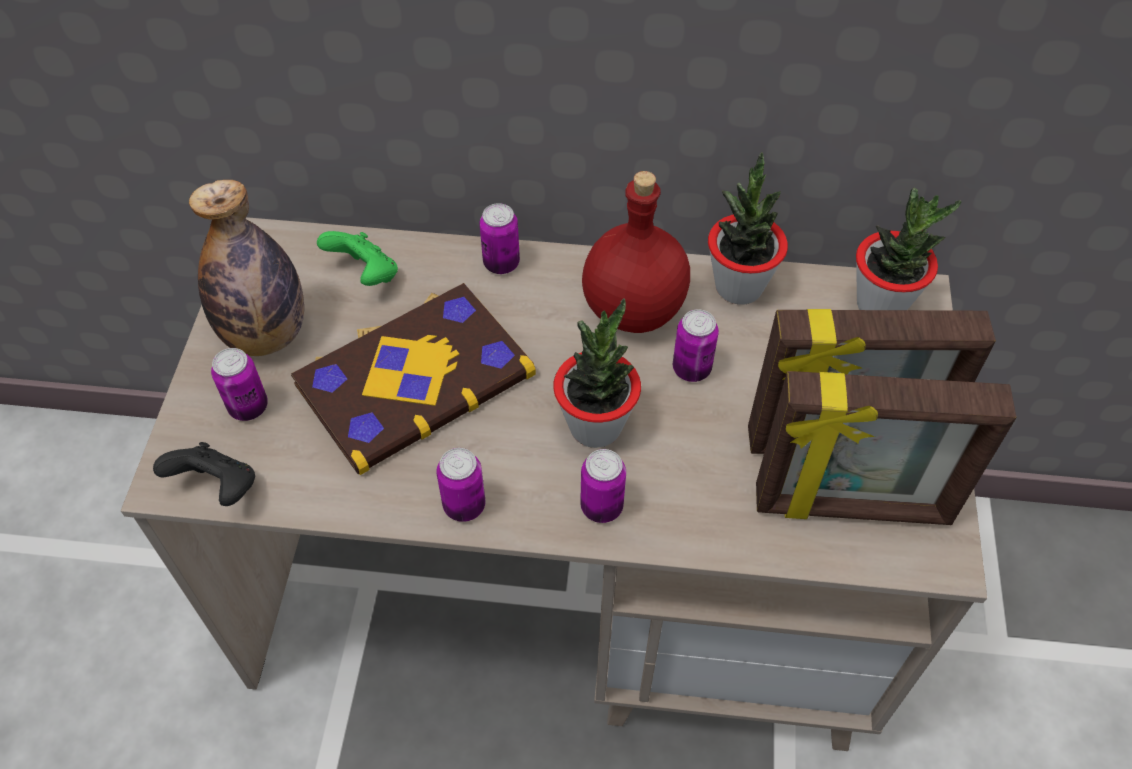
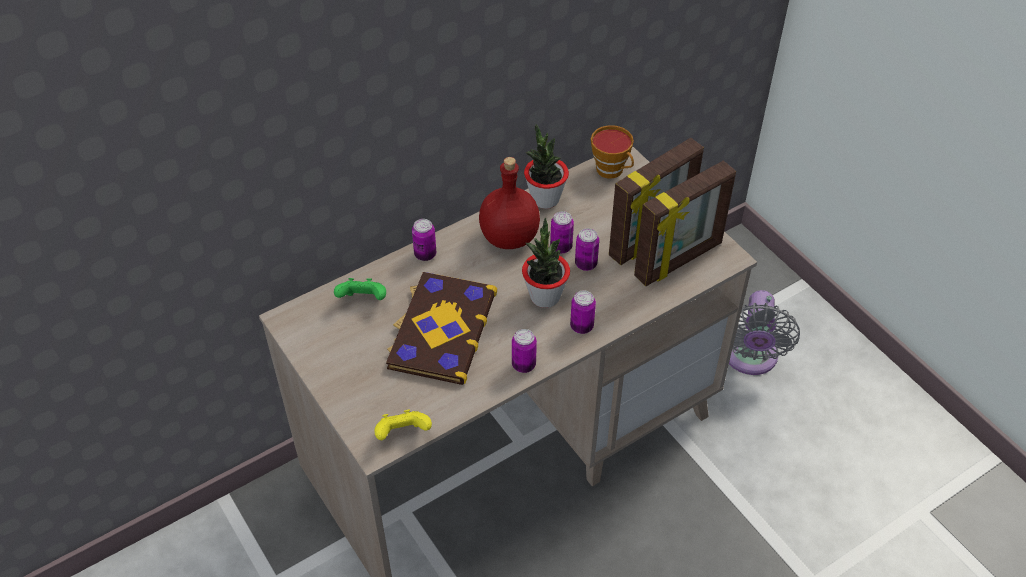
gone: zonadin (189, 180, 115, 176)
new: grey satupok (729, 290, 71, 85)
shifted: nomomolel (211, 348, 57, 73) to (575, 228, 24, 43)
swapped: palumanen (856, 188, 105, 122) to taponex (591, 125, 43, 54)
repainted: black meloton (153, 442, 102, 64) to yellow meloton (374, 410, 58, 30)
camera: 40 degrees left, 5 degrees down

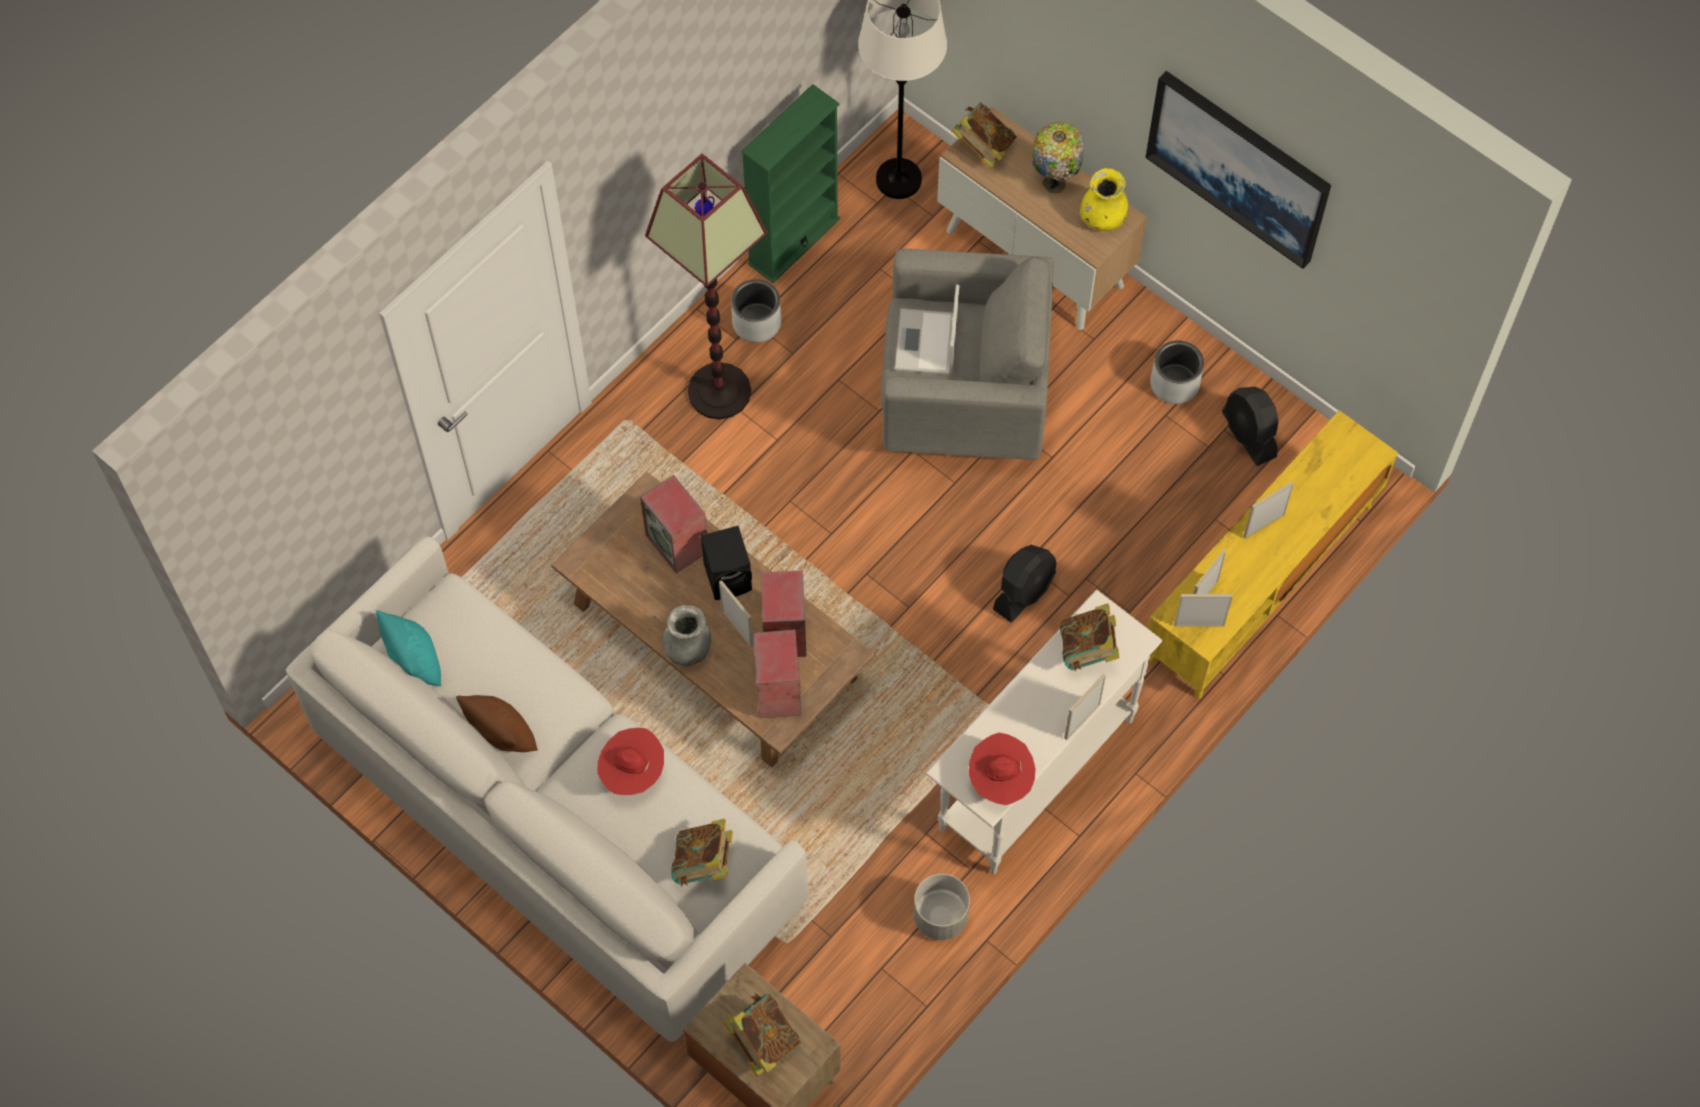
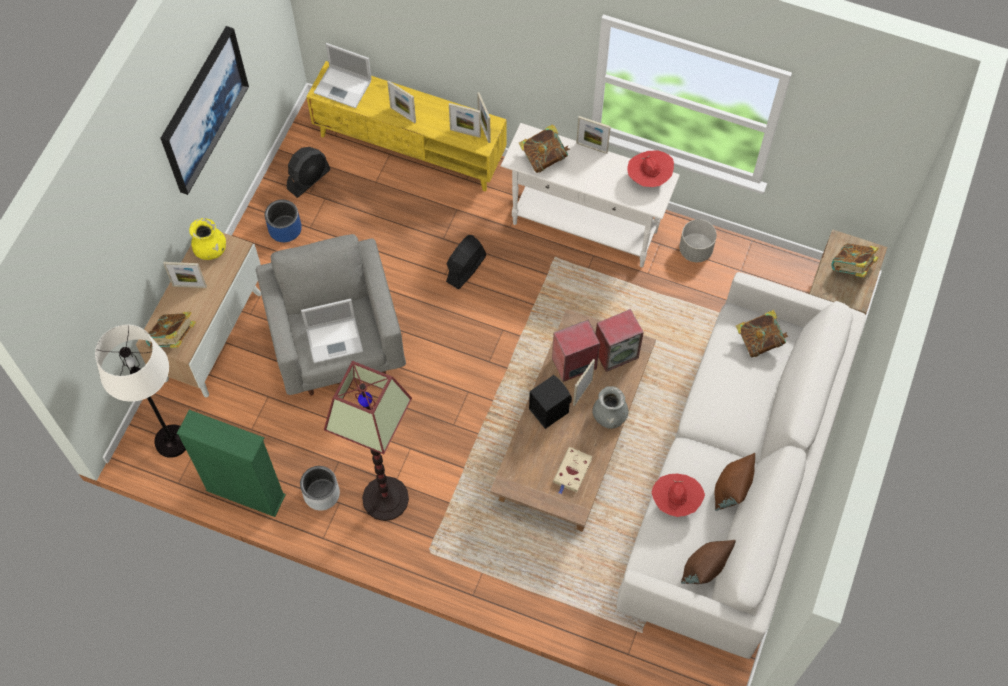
gone: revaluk (640, 475, 67, 98)
new: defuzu (314, 43, 58, 65); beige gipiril (553, 447, 40, 47)
shifted: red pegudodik (597, 728, 67, 67) to (652, 474, 53, 43)
swapped: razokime (1032, 122, 52, 71) to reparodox (163, 262, 44, 26)
repainted: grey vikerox (1150, 341, 54, 63) to blue vikerox (265, 199, 37, 43); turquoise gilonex (376, 610, 65, 77) to brown gilonex (681, 540, 55, 44)
rotated: black satupok (993, 545, 64, 78) = (446, 235, 40, 54) 75 degrees counterclockwise
camera: 110 degrees left, 0 degrees up

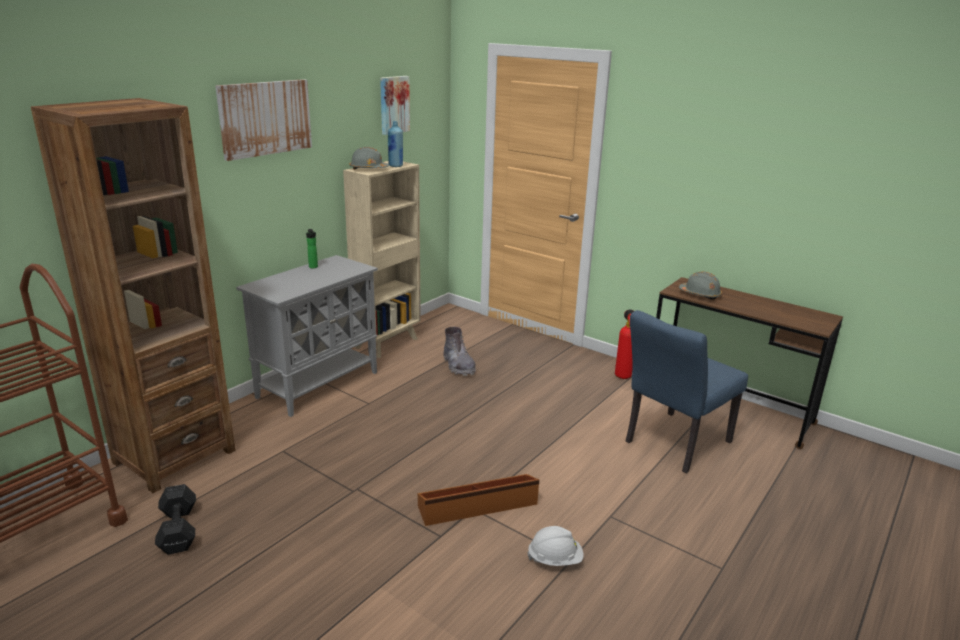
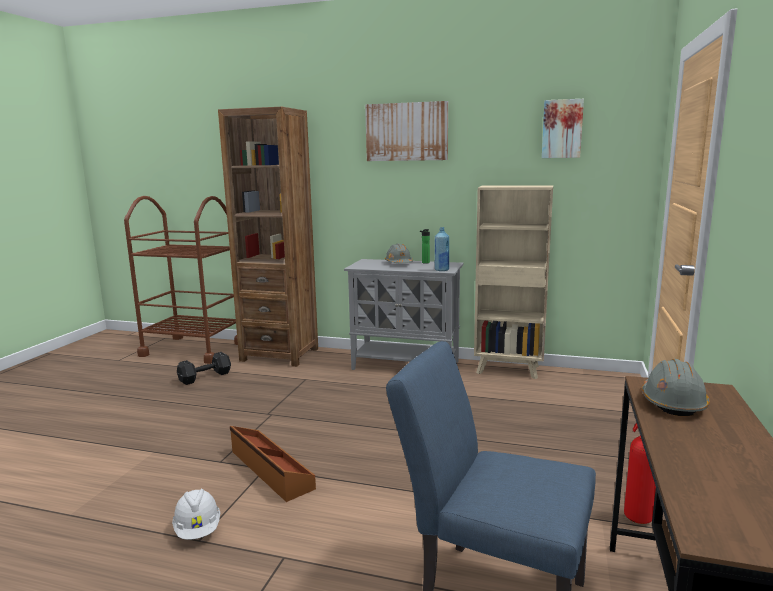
gone: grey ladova (443, 327, 33, 49)
shifted: blue zonadin (388, 121, 15, 46) to (435, 227, 14, 44); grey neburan (349, 147, 40, 22) to (385, 243, 28, 20)
camera: 70 degrees right, 10 degrees down

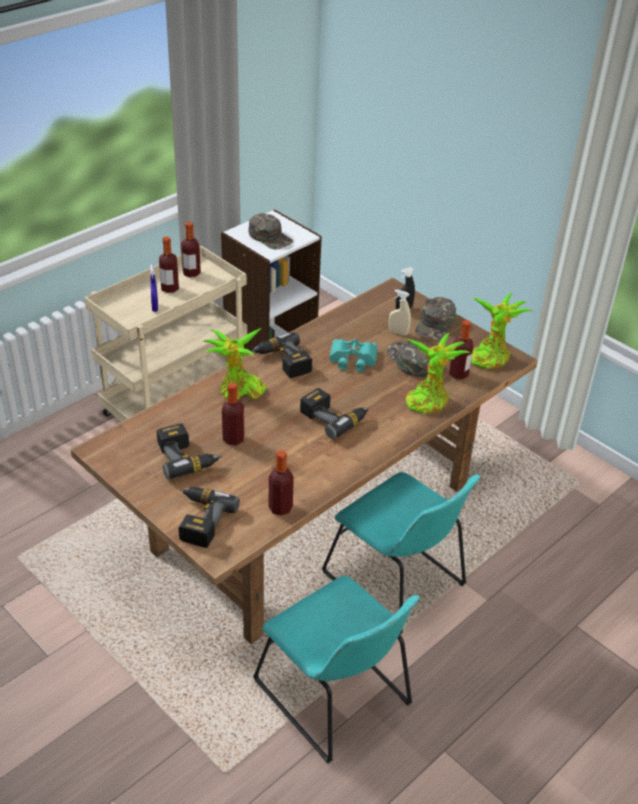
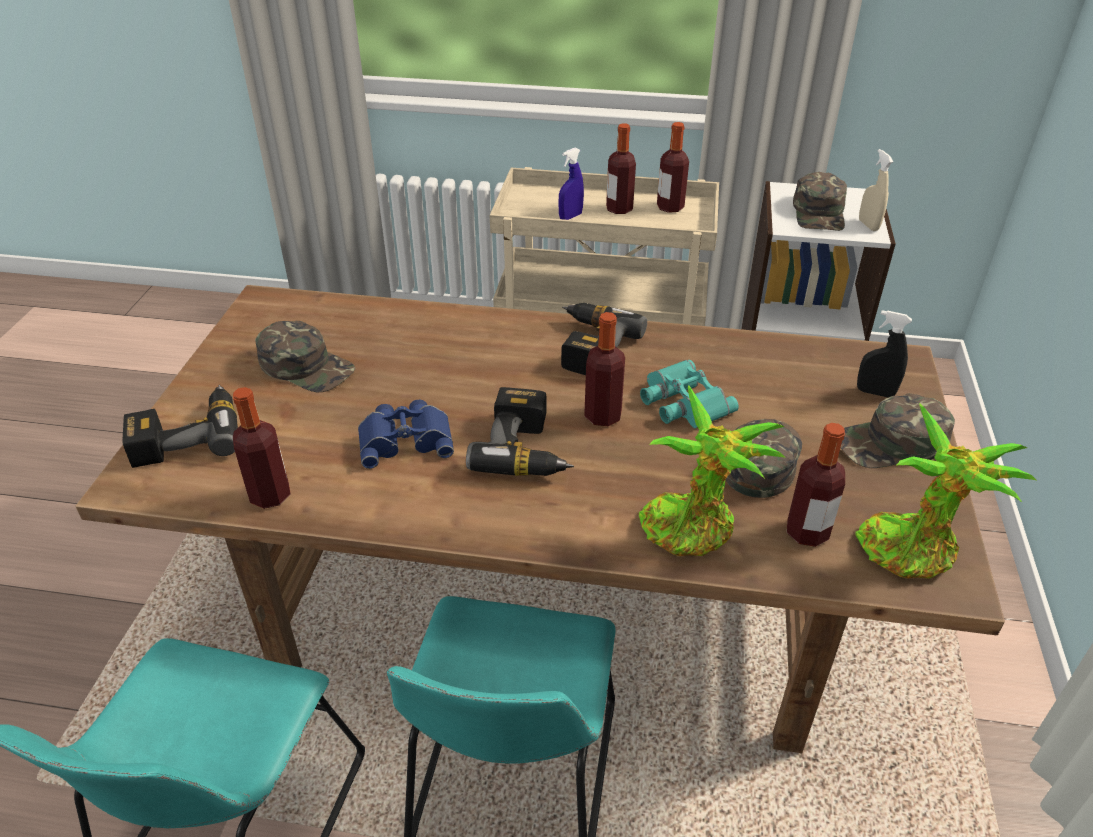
gone: palumanen (203, 328, 64, 72)
new: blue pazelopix (358, 400, 96, 69)
shifted: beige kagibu (389, 290, 22, 45) to (859, 149, 34, 82); zonadin (222, 383, 22, 62) to (584, 312, 41, 114)
swapped: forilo (157, 424, 65, 55) to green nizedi (255, 321, 100, 71)
camera: 55 degrees right, 0 degrees up

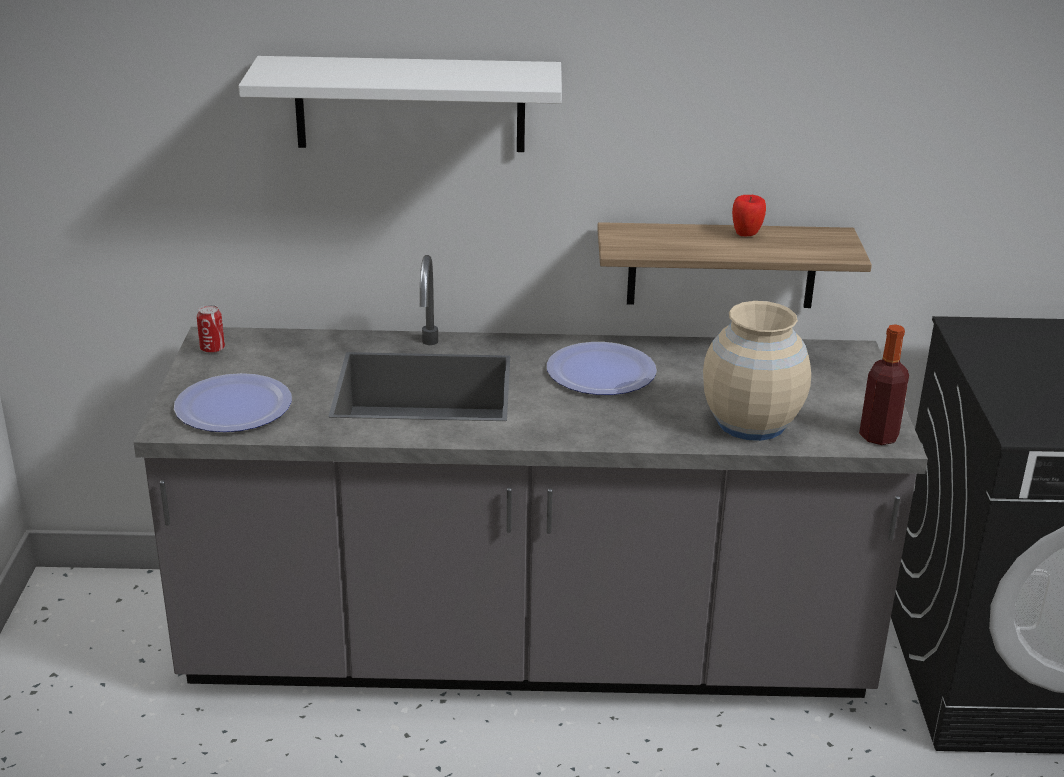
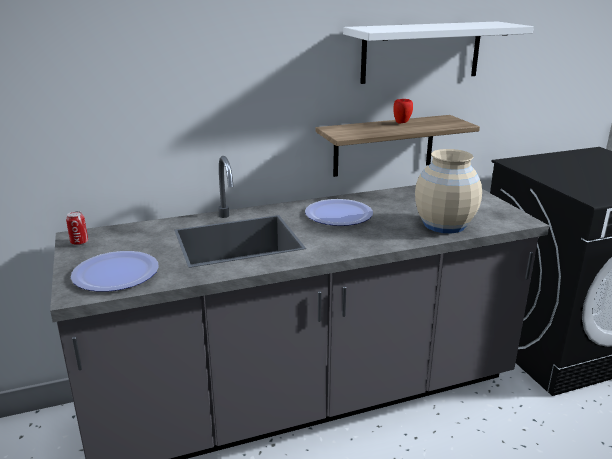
gone: zonadin (859, 324, 50, 121)
shifted: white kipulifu (238, 56, 324, 96) to (343, 21, 191, 63)
camera: 20 degrees left, 5 degrees down

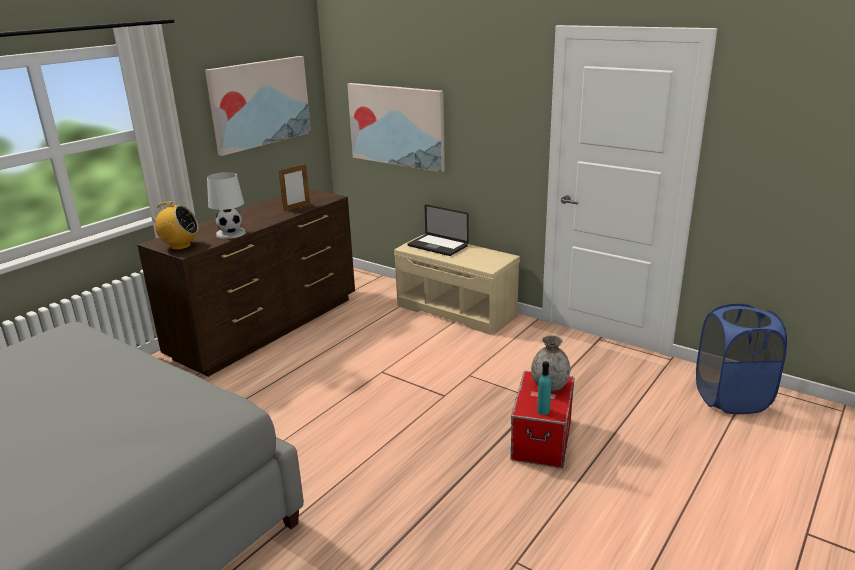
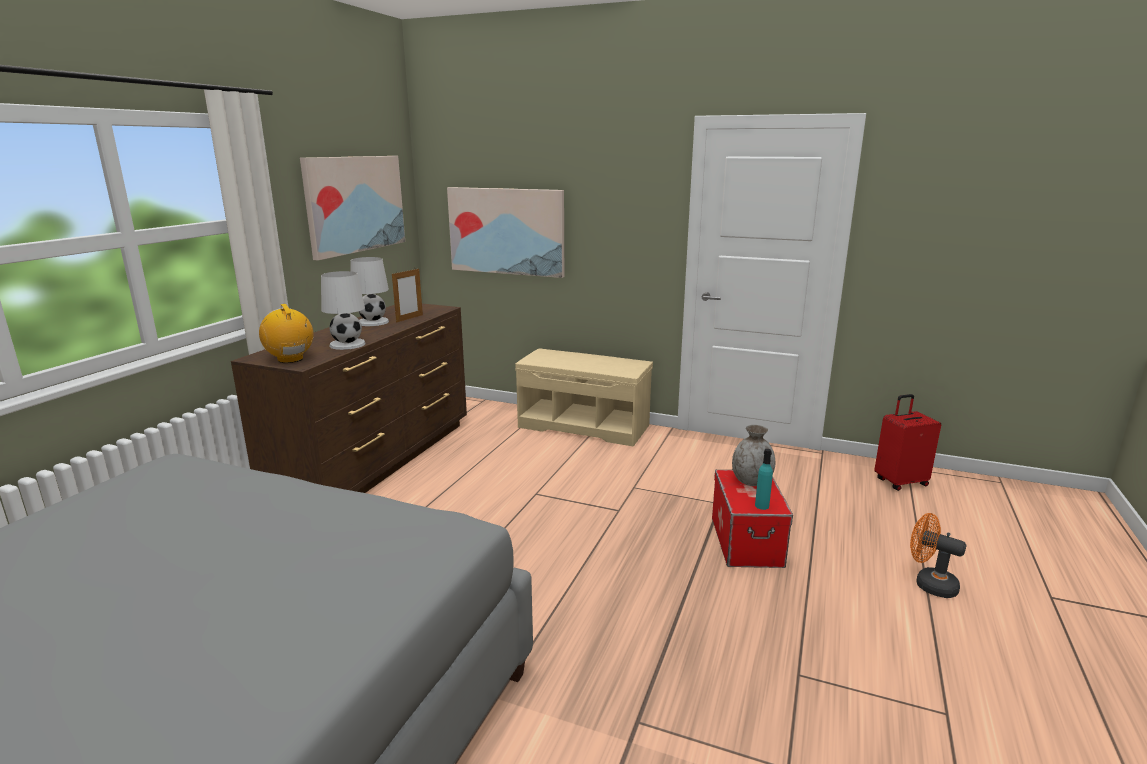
gone: defuzu (407, 205, 62, 51)
new: white razokime (351, 257, 38, 69); orange satupok (910, 513, 56, 85)
swapped: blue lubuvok (696, 303, 91, 111) to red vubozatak (874, 394, 67, 97)
rotated: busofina (149, 201, 50, 49) = (259, 304, 55, 59) 120 degrees counterclockwise
camera: 15 degrees left, 5 degrees down

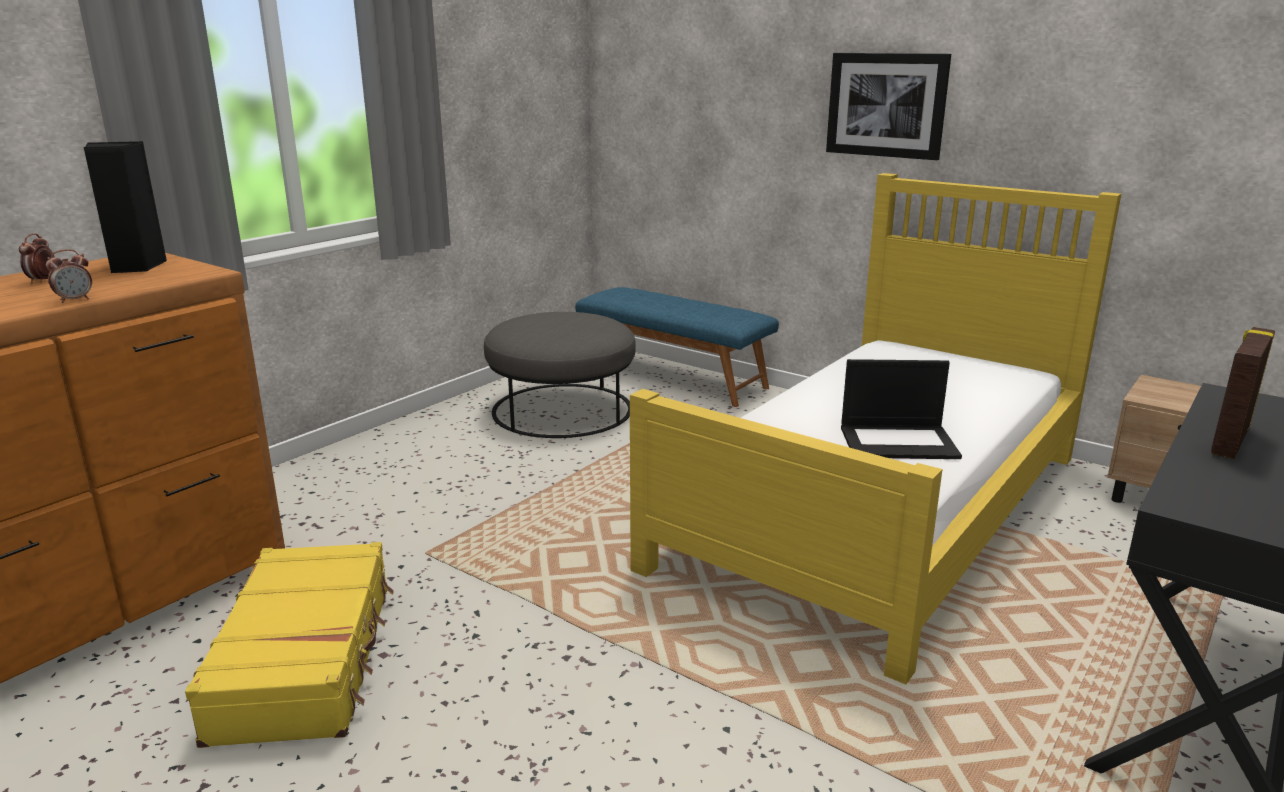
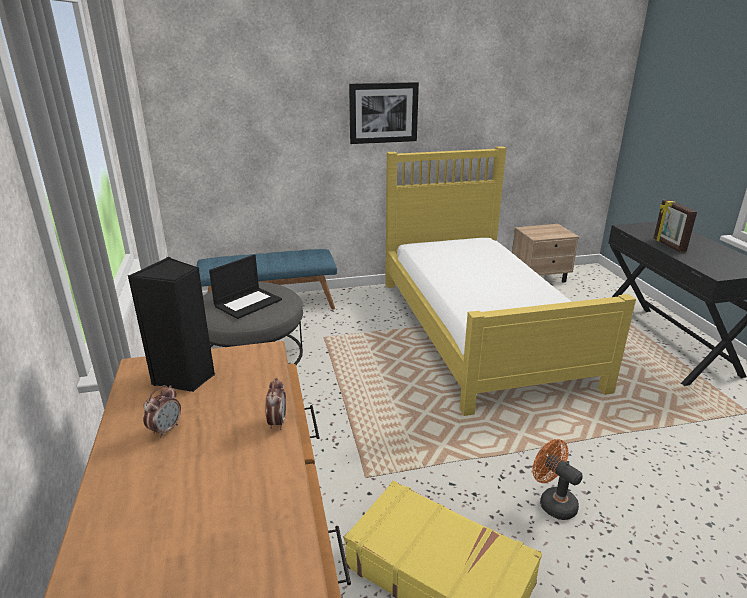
new: orange satupok (533, 439, 50, 81)
shifted: defuzu (841, 359, 121, 100) to (209, 255, 73, 64)
rotated: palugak (19, 233, 36, 51) = (143, 385, 38, 53) 105 degrees counterclockwise
camera: 50 degrees left, 5 degrees up

